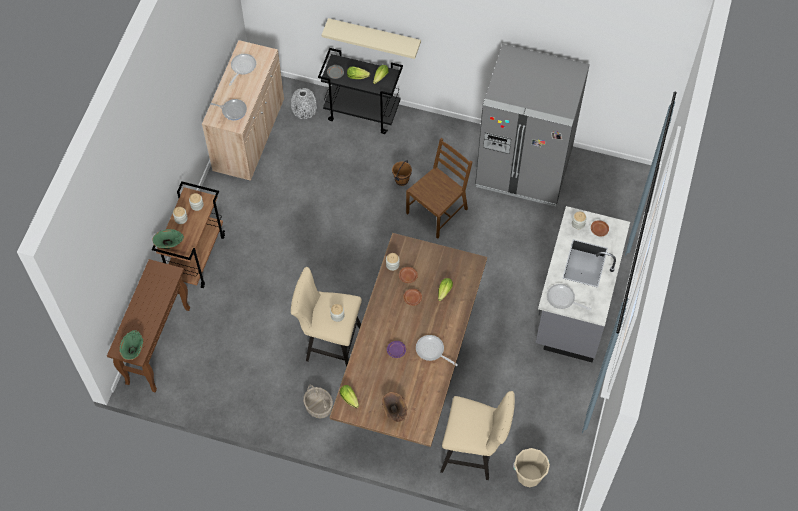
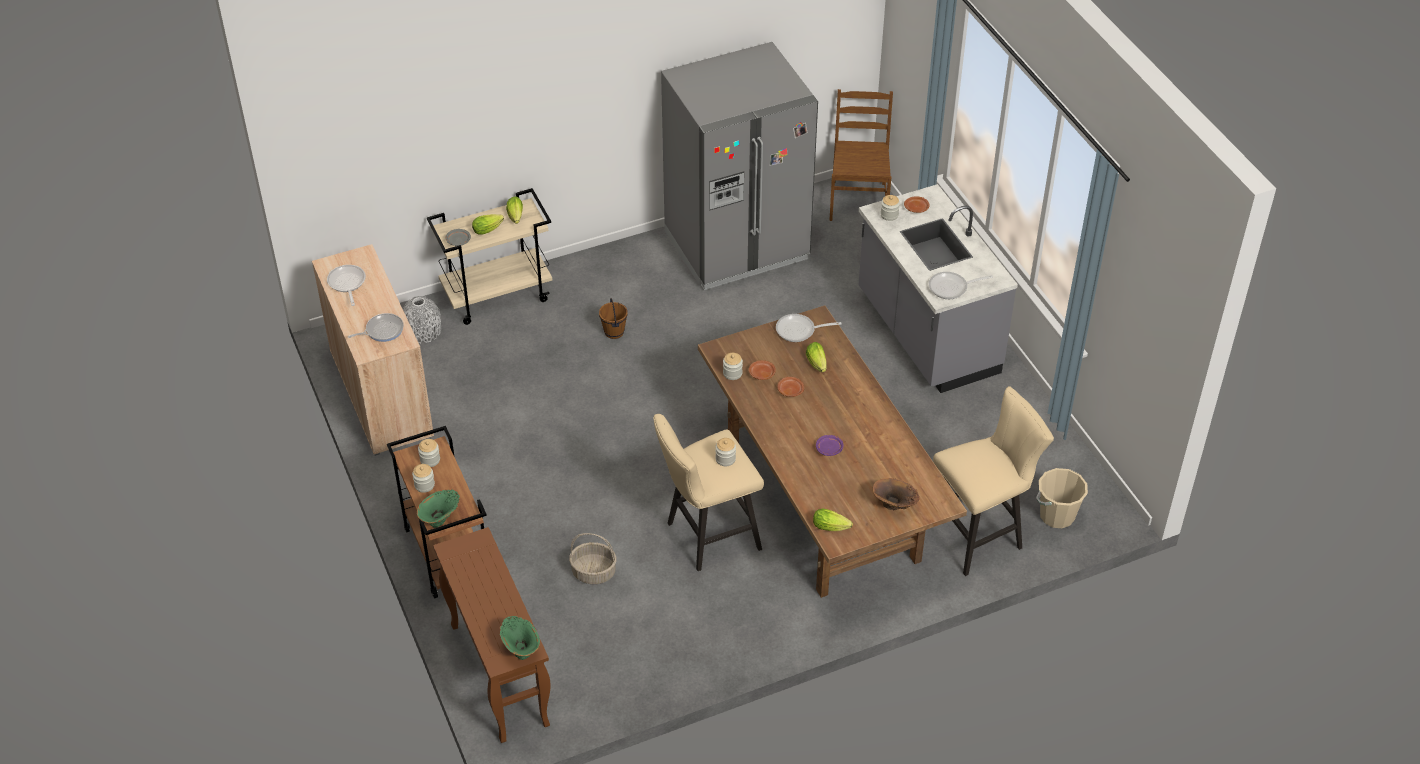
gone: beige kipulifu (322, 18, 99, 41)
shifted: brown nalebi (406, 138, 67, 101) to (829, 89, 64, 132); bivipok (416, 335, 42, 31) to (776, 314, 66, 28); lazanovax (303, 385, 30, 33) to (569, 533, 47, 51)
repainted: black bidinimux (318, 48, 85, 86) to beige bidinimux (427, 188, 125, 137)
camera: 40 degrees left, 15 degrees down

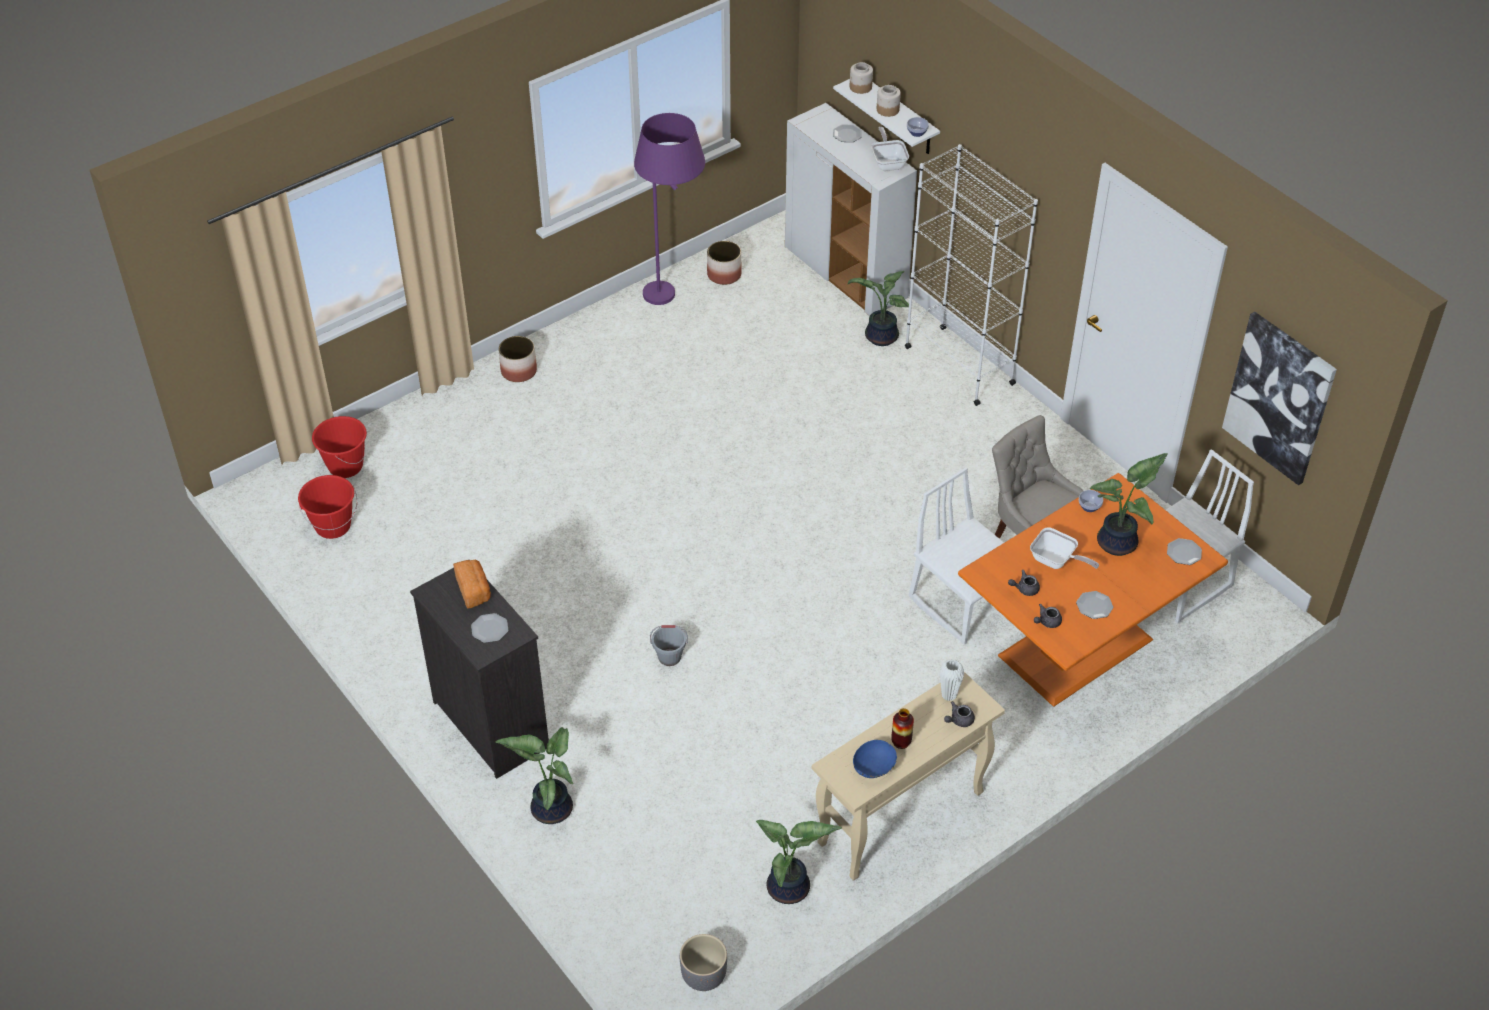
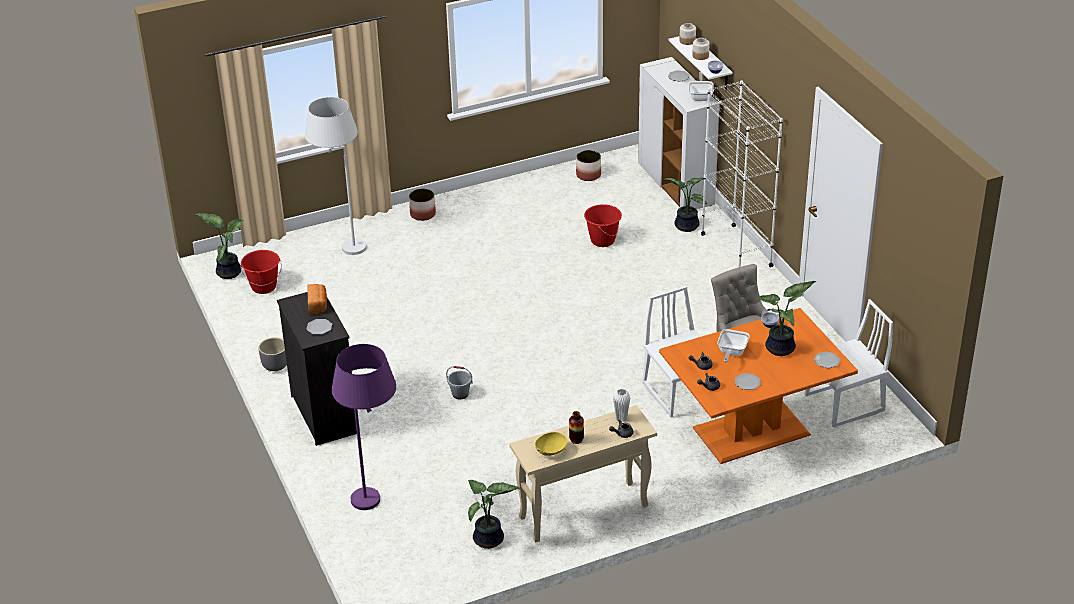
gone: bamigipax (1222, 312, 115, 173)
new: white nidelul (305, 97, 62, 158)
shifted: purple nidelul (634, 113, 71, 192) to (332, 344, 64, 166); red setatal (312, 416, 55, 62) to (584, 204, 38, 43); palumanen (496, 727, 77, 97) to (195, 213, 48, 66); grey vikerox (680, 934, 47, 57) to (259, 337, 28, 34)
repainted: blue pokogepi (853, 740, 44, 38) to yellow pokogepi (535, 432, 32, 24)
rotated: bivipok (1030, 528, 69, 41) = (717, 329, 33, 34) 60 degrees clockwise
camera: 15 degrees right, 10 degrees down

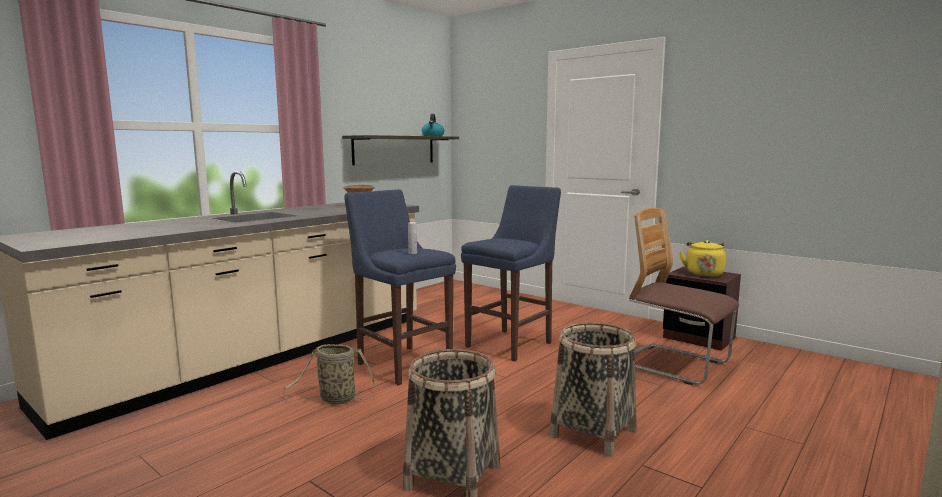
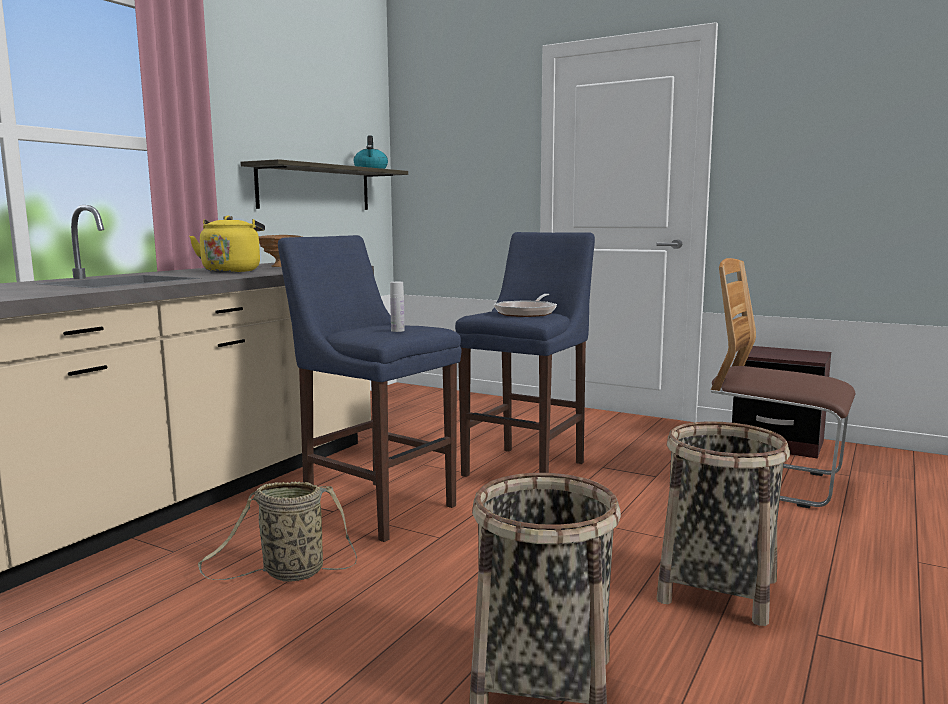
new: bivipok (494, 294, 63, 23)
shifted: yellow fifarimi (679, 240, 47, 37) to (189, 216, 76, 56)
camera: 10 degrees left, 0 degrees up

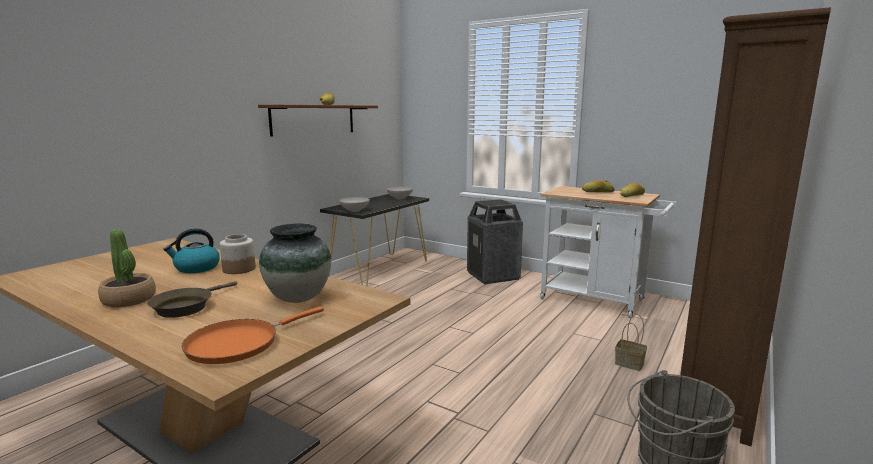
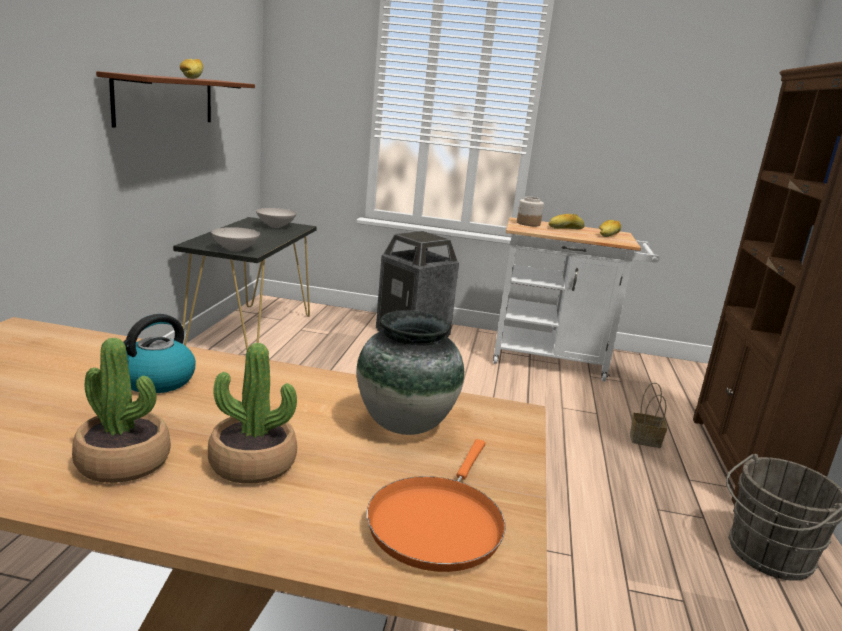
shifted: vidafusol (220, 234, 36, 40) to (517, 196, 27, 30)
swapped: brown bivipok (147, 281, 90, 37) to palumanen (208, 343, 89, 141)
camera: 25 degrees left, 5 degrees up

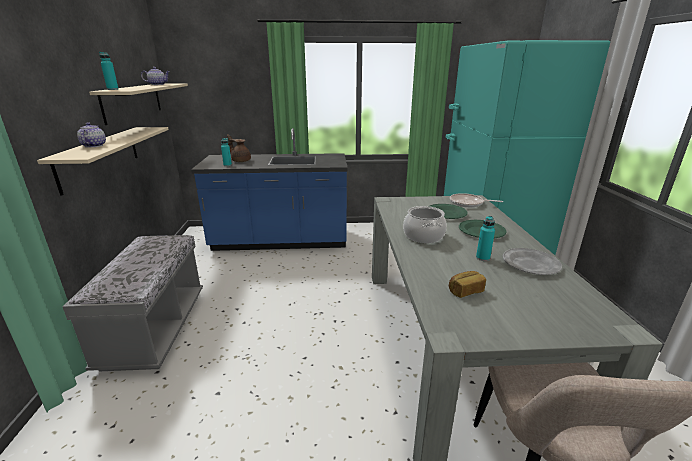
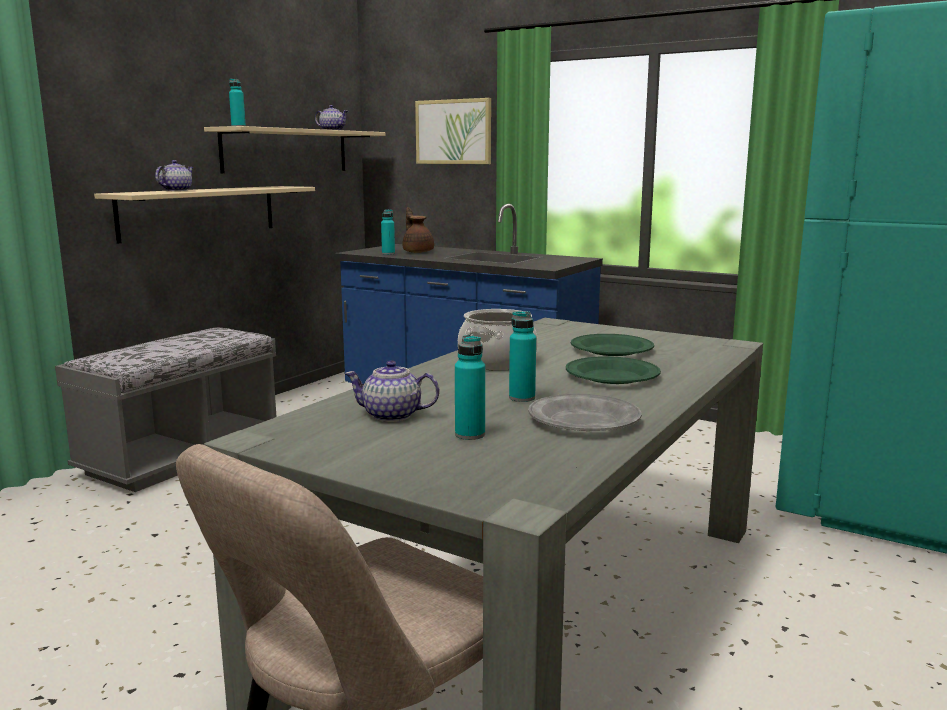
gone: bivipok (450, 193, 53, 14)
new: bamigipax (415, 98, 76, 66); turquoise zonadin (455, 335, 30, 105)
swapped: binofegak (449, 271, 37, 27) to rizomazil (344, 360, 95, 62)
camera: 35 degrees right, 10 degrees down

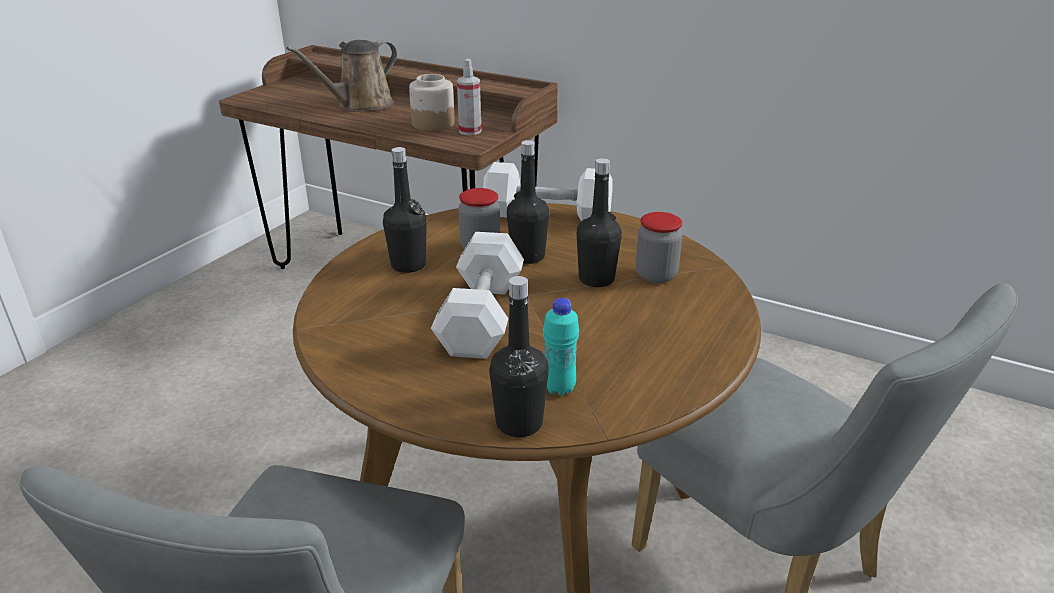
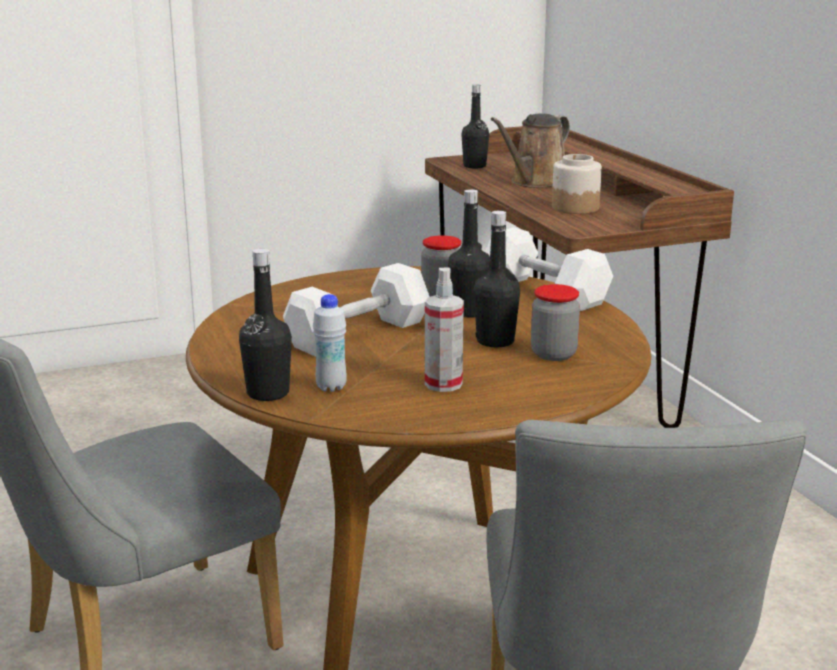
shifted: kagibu (457, 59, 24, 76) to (425, 267, 39, 125); black zonadin (383, 147, 44, 126) to (461, 84, 28, 84)
repainted: turquoise zonadin (543, 298, 36, 98) to white zonadin (313, 294, 34, 98)
rotated: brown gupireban (287, 40, 110, 72) = (491, 114, 79, 74) 45 degrees counterclockwise
camera: 40 degrees right, 10 degrees down

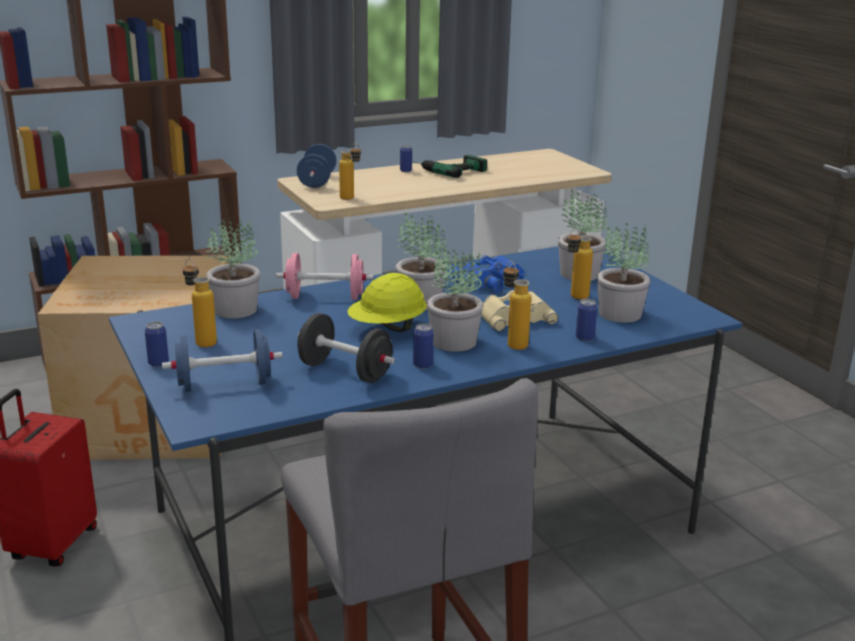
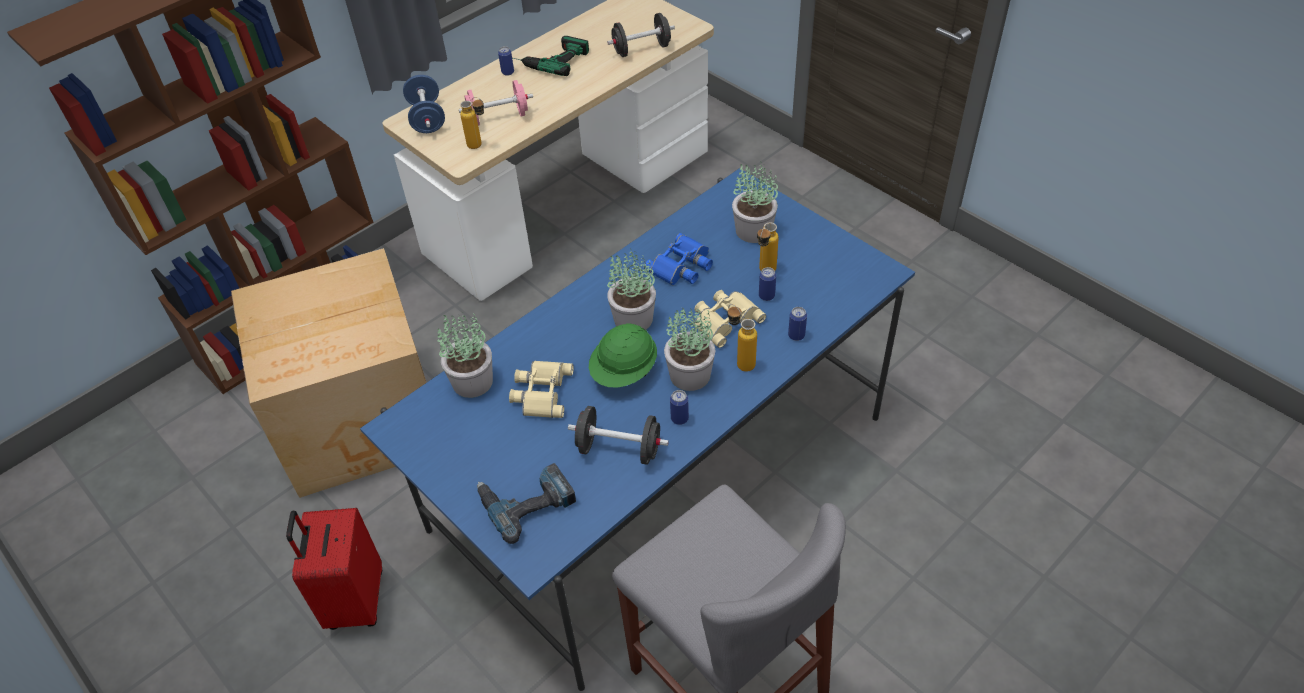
gone: palumanen (597, 222, 53, 101); zonadin (183, 259, 34, 89)
new: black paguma (607, 13, 68, 44); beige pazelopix (509, 361, 65, 57)
shifted: pink paguma (276, 253, 98, 47) to (459, 80, 74, 46); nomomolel (145, 321, 24, 46) to (759, 267, 17, 34)
swapped: blue paguma (162, 329, 120, 63) to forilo (477, 463, 99, 81)
repainted: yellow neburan (347, 273, 80, 59) to green neburan (589, 323, 68, 65)
camera: 15 degrees left, 25 degrees up

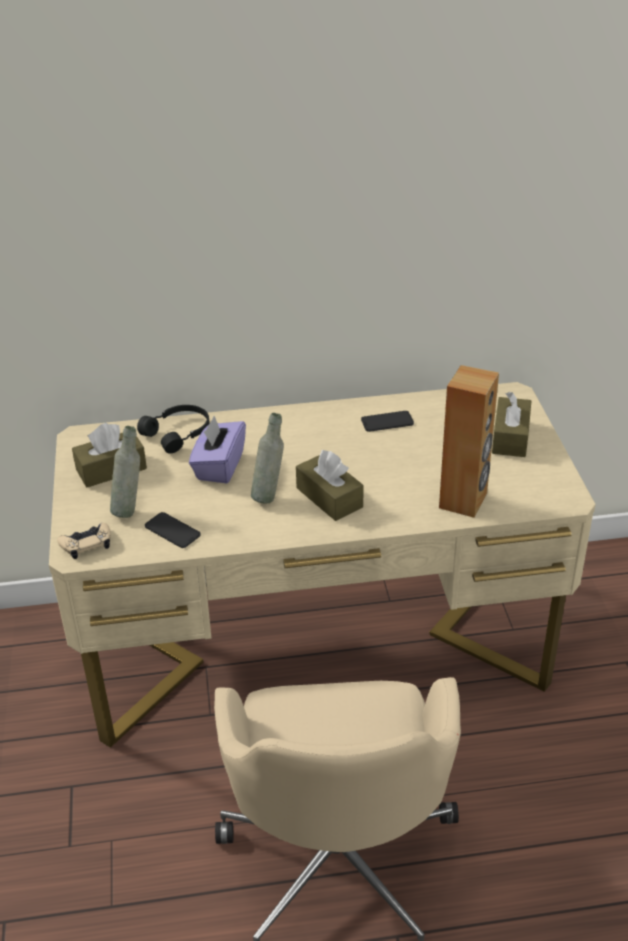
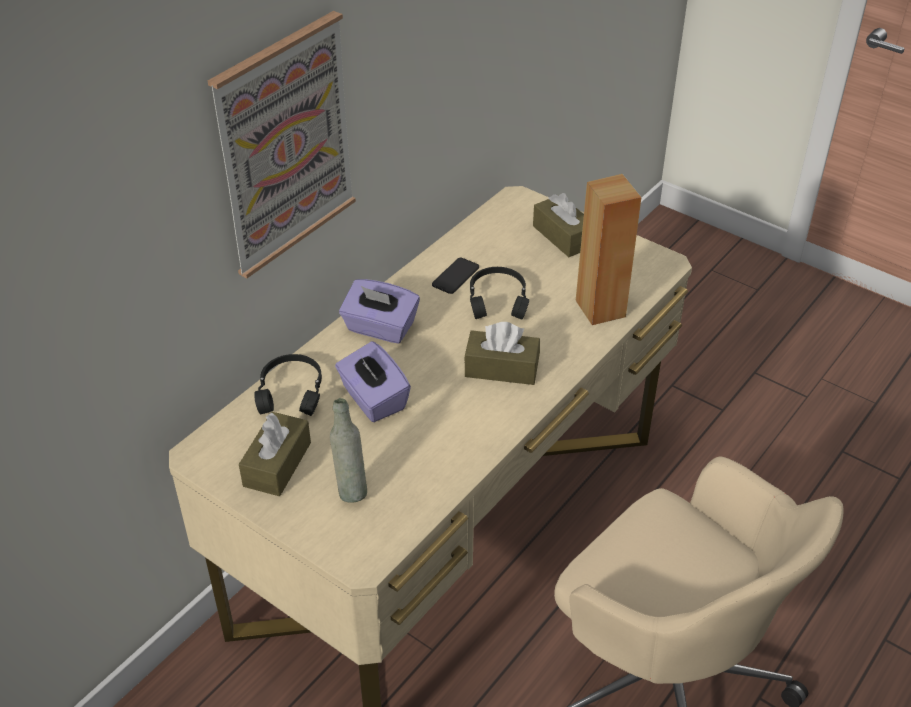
gone: grey zonadin (251, 413, 33, 91); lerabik (145, 512, 56, 36); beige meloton (57, 523, 54, 36)
new: bamigipax (208, 11, 148, 267); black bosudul (470, 267, 59, 53); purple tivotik (339, 279, 81, 65)
camera: 45 degrees left, 5 degrees up

